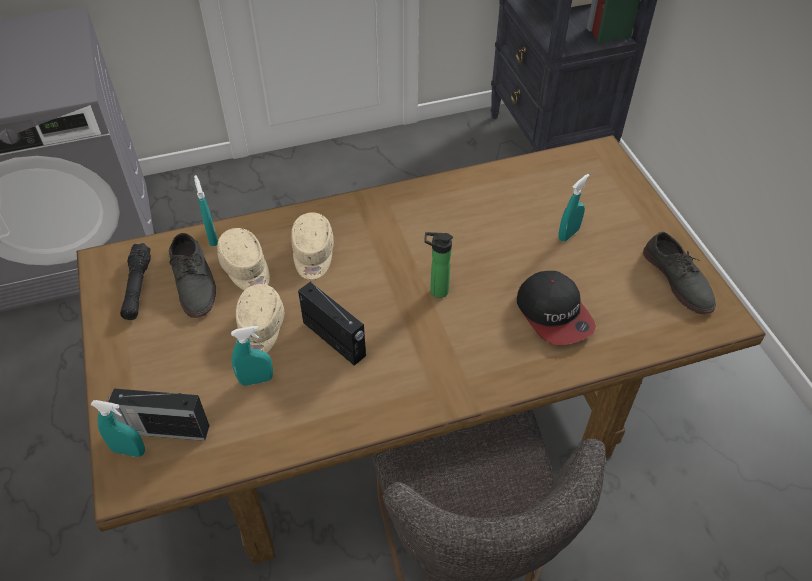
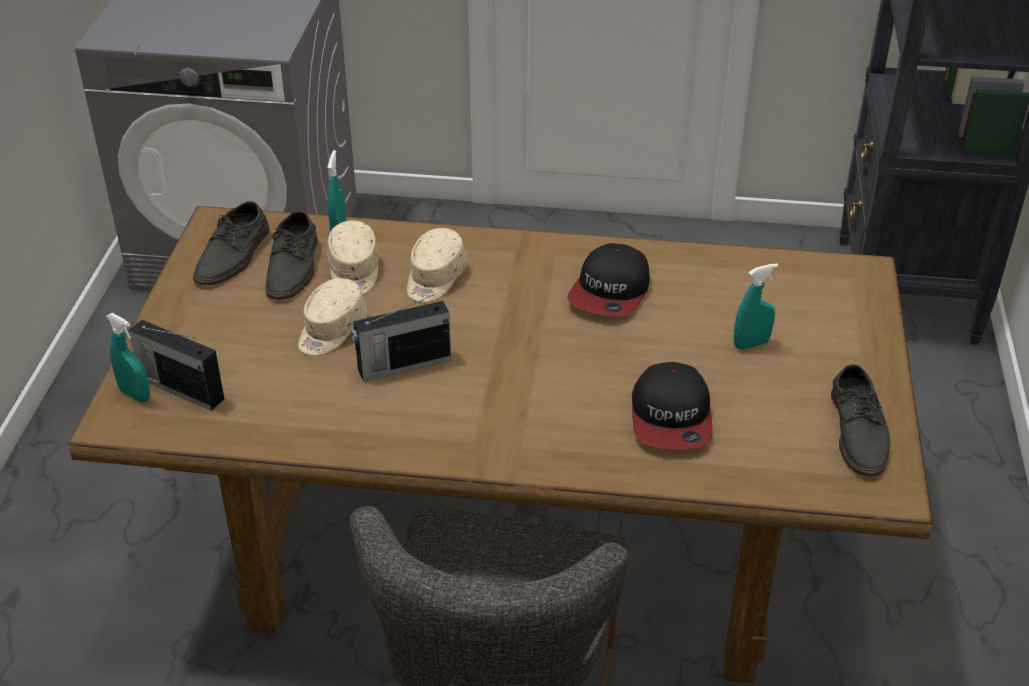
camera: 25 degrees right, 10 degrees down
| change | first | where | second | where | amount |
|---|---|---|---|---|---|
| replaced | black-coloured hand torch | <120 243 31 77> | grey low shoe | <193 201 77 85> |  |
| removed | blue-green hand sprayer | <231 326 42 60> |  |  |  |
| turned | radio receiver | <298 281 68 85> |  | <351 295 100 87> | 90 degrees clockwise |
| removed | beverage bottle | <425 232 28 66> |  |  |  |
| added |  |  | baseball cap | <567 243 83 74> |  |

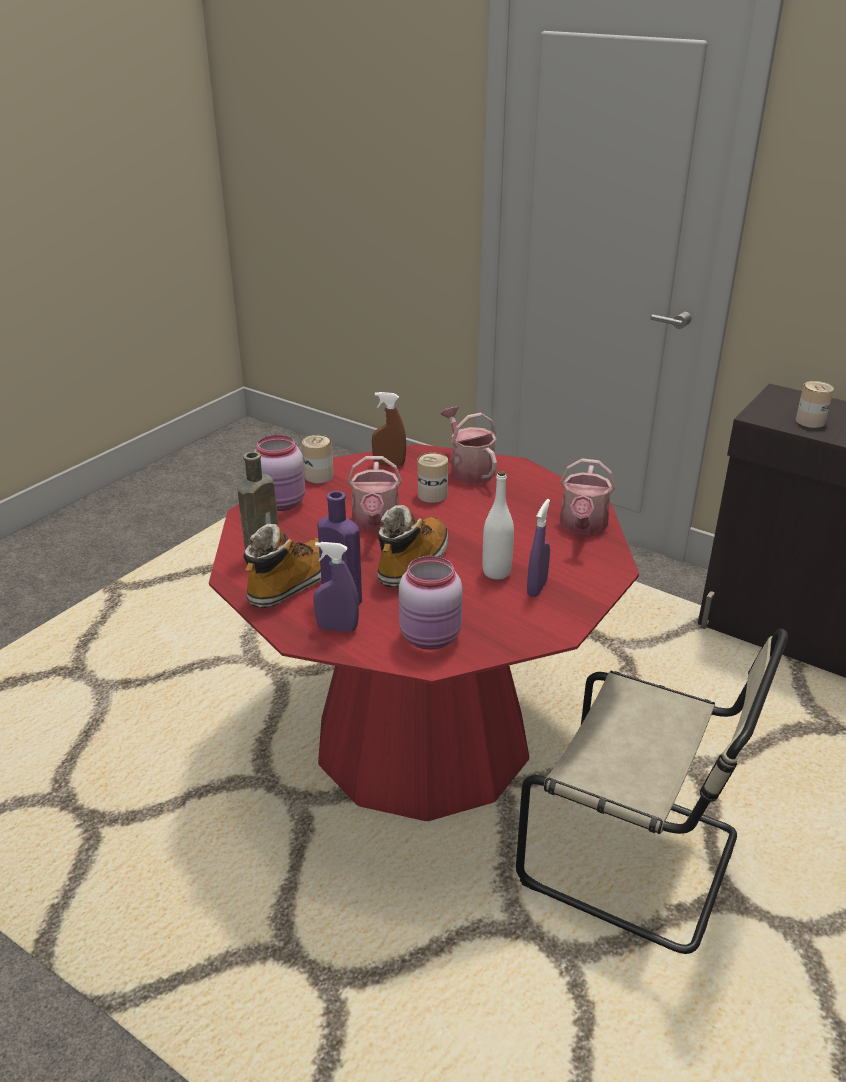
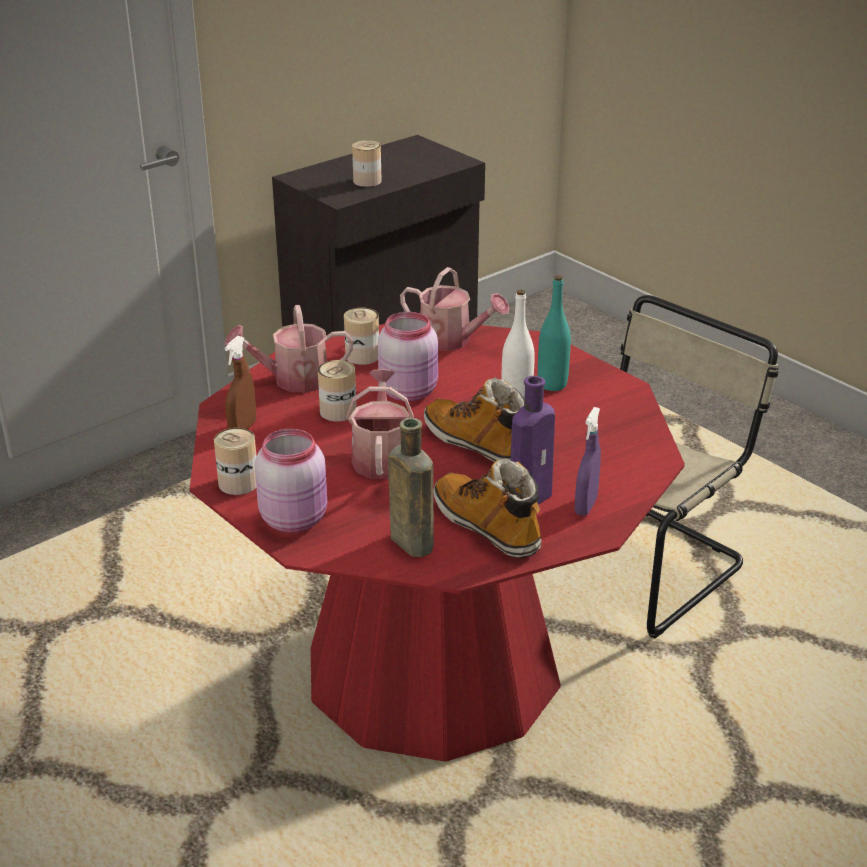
camera: 75 degrees left, 0 degrees up
| change | first | where | second | where | amount |
|---|---|---|---|---|---|
| turned | watering can | <348 456 54 75> |  | <346 369 68 110> | 105 degrees counterclockwise |
| moved | pink jar | <399 556 64 94> |  | <378 312 60 89> |  |
| replaced | purple-coloured hand sprayer | <527 499 23 98> | blue-green beverage bottle | <538 275 33 116> |  |
| added |  |  | can | <344 308 35 57> |  |

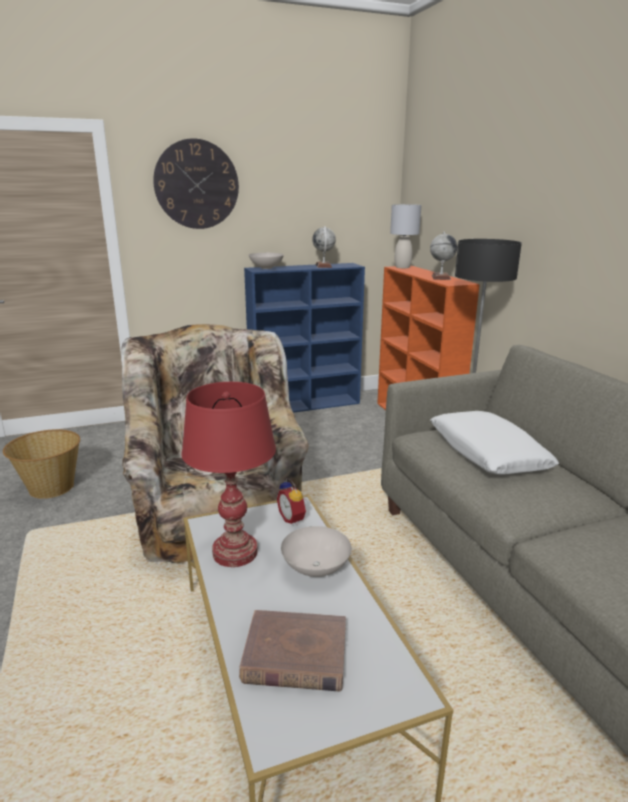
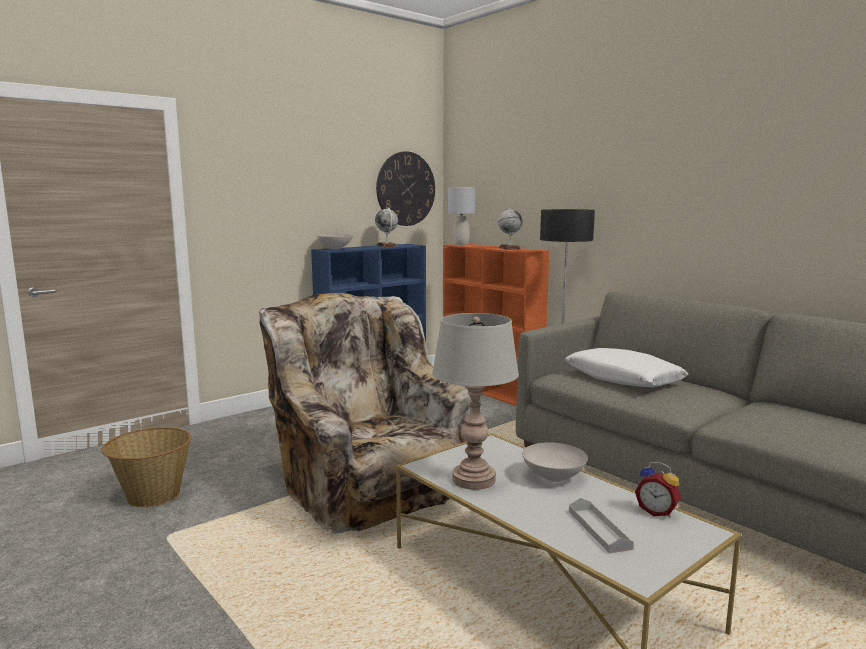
camera: 20 degrees left, 10 degrees down
| change | first | where | second | where | amount |
|---|---|---|---|---|---|
| moved | hanging clock | <153 138 86 91> |  | <376 151 59 75> |  |
| recoloured | reddish lamp for a table | <181 382 95 185> | grey lamp for a table | <432 313 87 177> |  |
| replaced | brownish book | <239 610 107 82> | grey tray | <569 498 65 56> |  |
| moved | bedside clock | <277 478 30 48> |  | <635 462 46 56> |  |

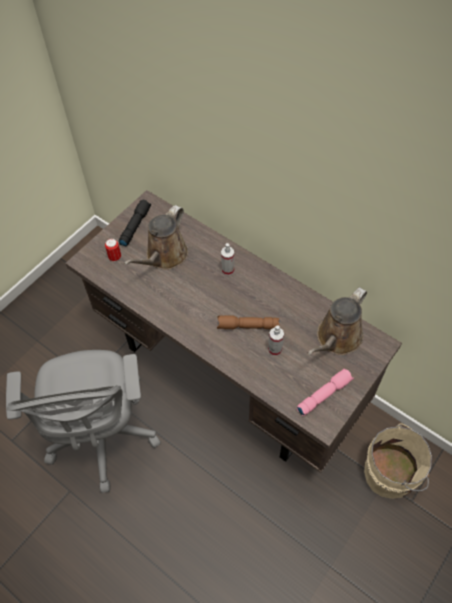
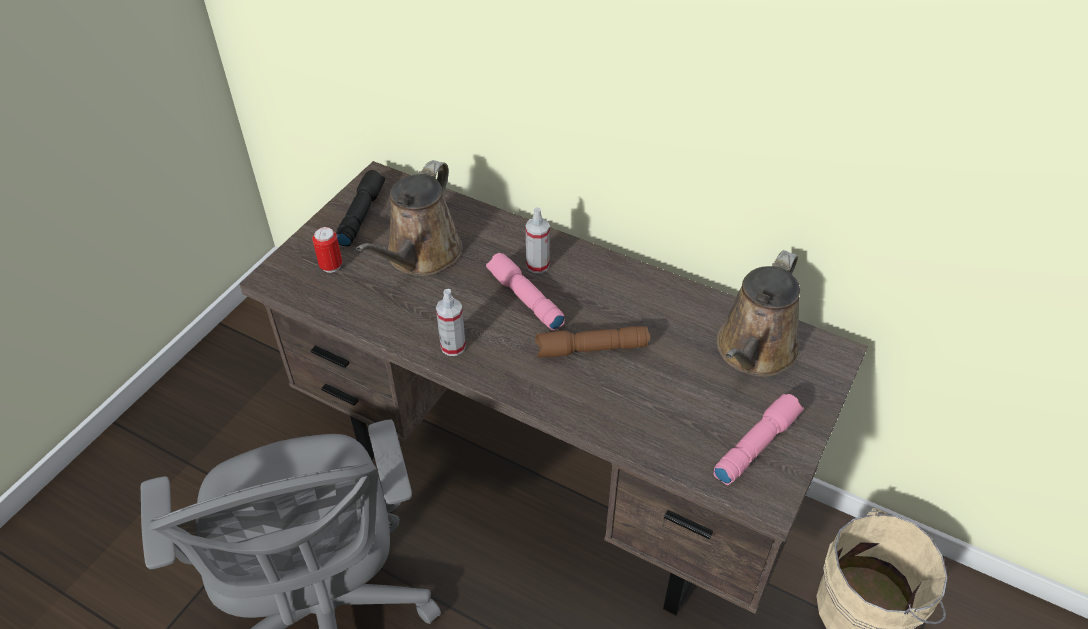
camera: 10 degrees left, 10 degrees down
| change | first | where | second | where | amount |
|---|---|---|---|---|---|
| moved | hand sprayer | <268 325 16 31> |  | <436 289 30 67> |  |
| added |  |  | pink hand torch | <486 253 79 78> |  |

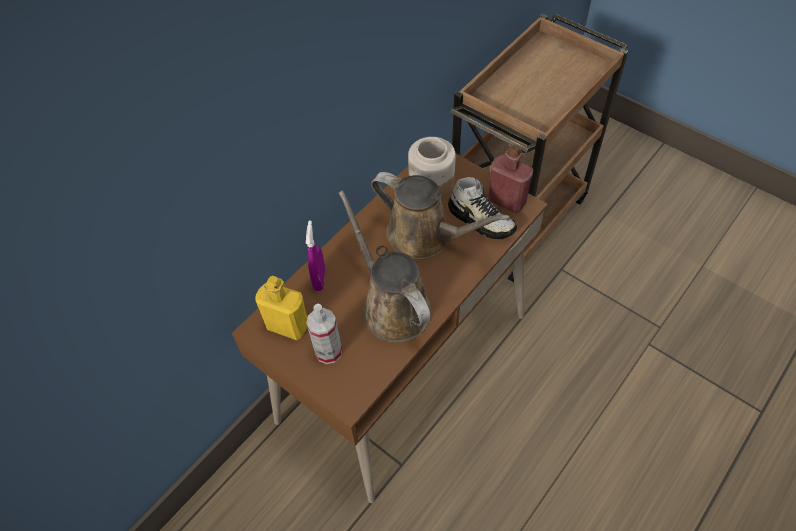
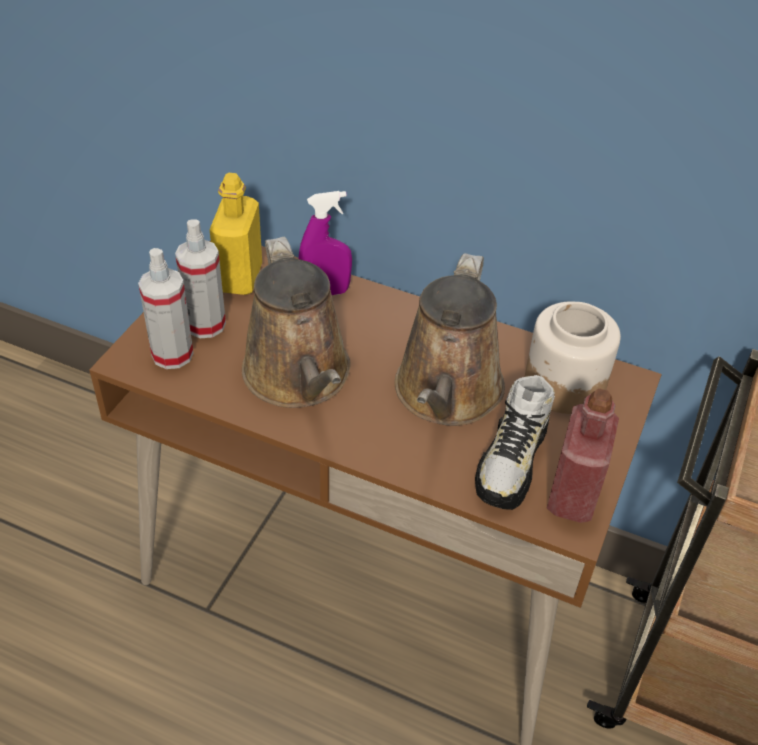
camera: 70 degrees right, 10 degrees down
| change | first | where | second | where | amount |
|---|---|---|---|---|---|
| turned | brownish watering can | <339 190 92 152> |  | <242 237 109 171> | 120 degrees clockwise |
| added |  |  | hand sprayer | <138 248 55 121> |  |

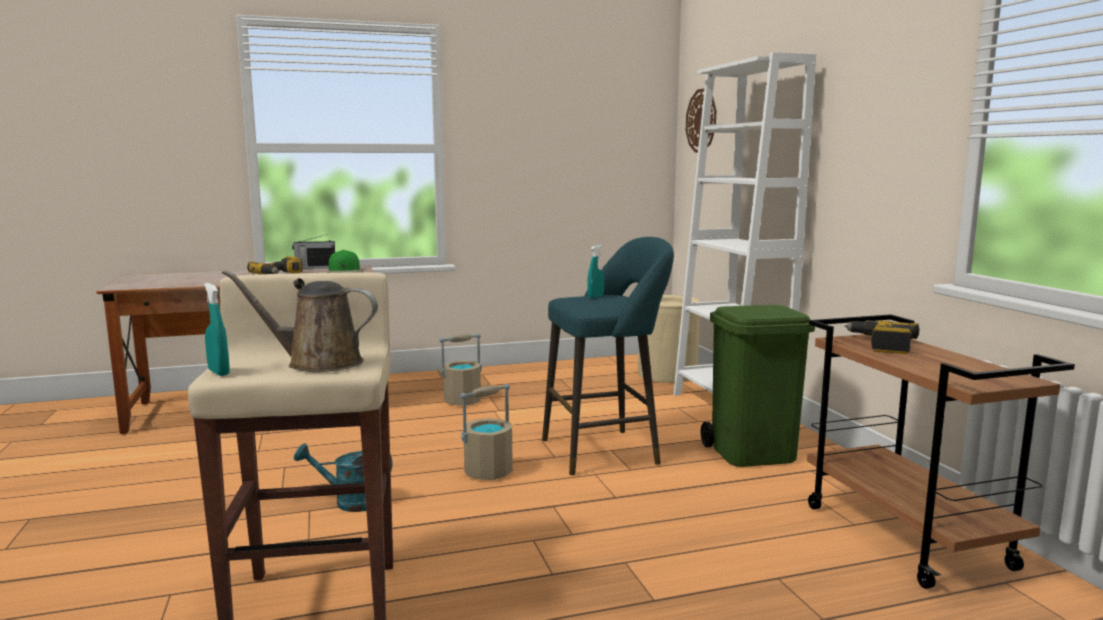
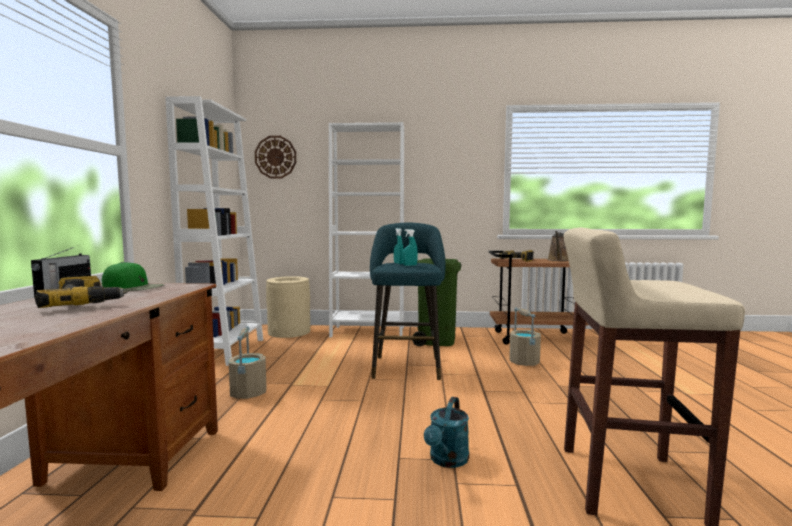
camera: 70 degrees left, 5 degrees down
| change | first | where | second | where | amount |
|---|---|---|---|---|---|
| moved | blue-green hand sprayer | <204 283 26 93> |  | <403 229 15 37> |  |
| moved | brownish watering can | <222 270 156 102> |  | <547 231 22 30> |  |
| moved | beige-coloured water bucket | <460 384 53 96> |  | <509 308 32 58> |  |
| added |  |  | white bookshelf | <165 96 98 270> |  |

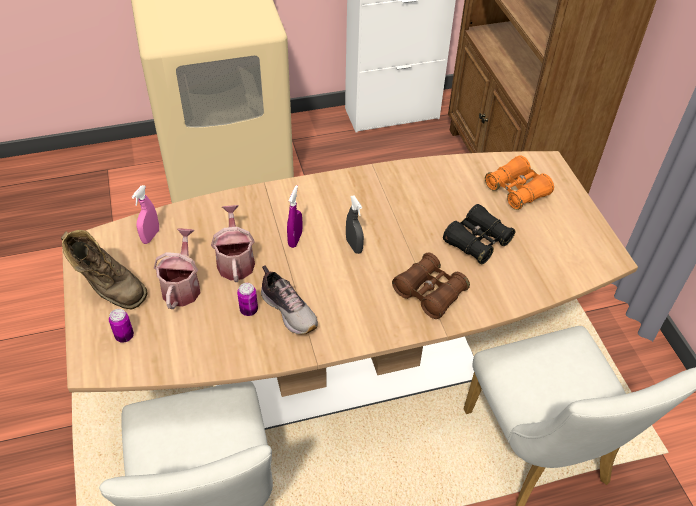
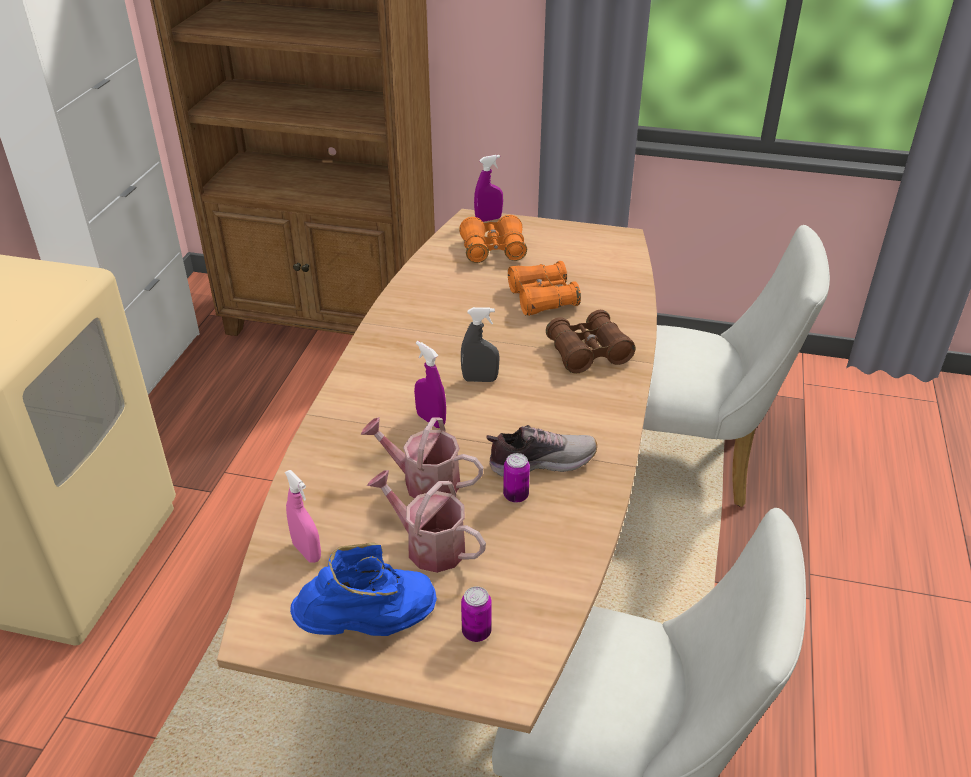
camera: 60 degrees left, 10 degrees down
| change | first | where | second | where | amount |
|---|---|---|---|---|---|
| recoloured | brownish tall boot | <61 230 87 79> | blue tall boot | <290 542 147 94> |  |
| recoloured | black-coloured pair of binoculars | <443 204 72 60> | orange-coloured pair of binoculars | <508 261 73 55> |  |
| added |  |  | purple-coloured hand sprayer | <474 155 29 67> |  |

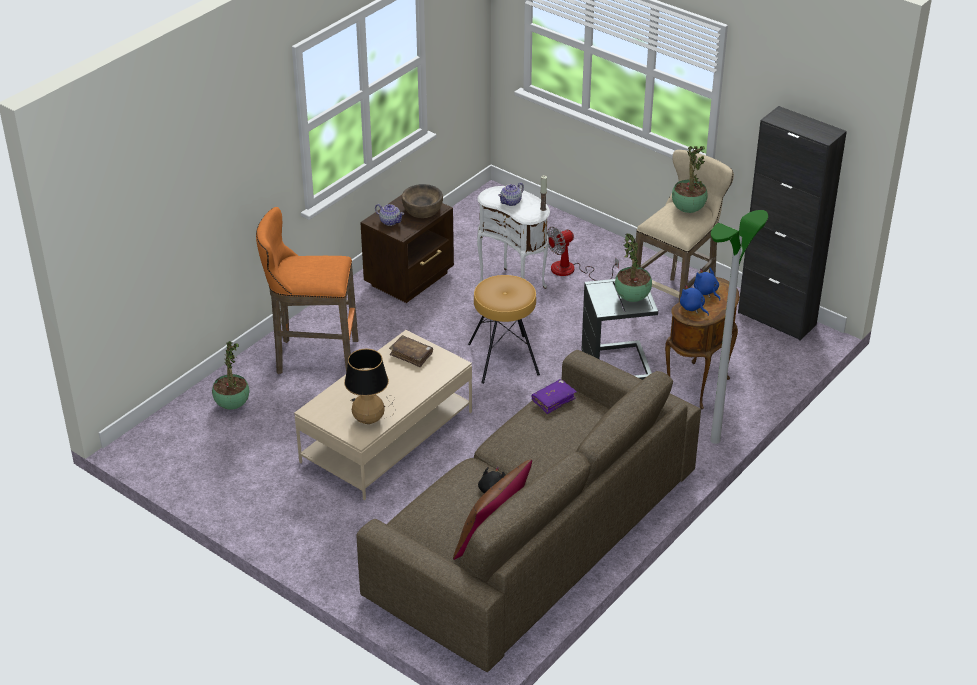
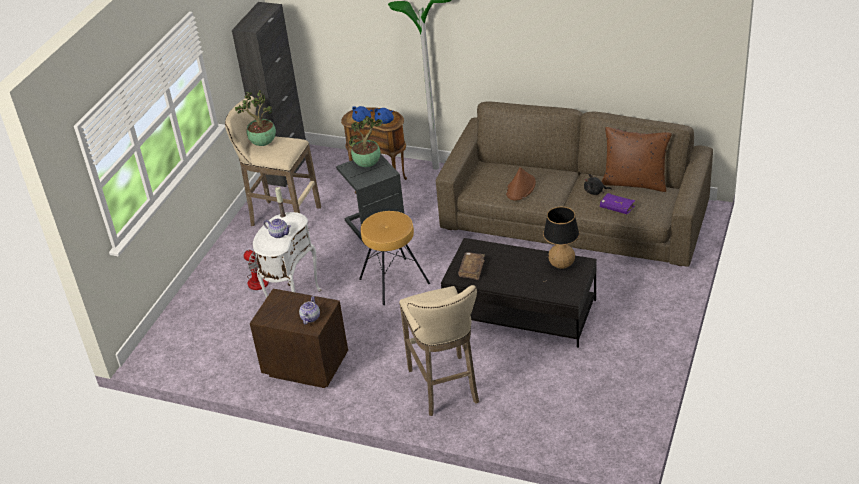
camera: 105 degrees left, 0 degrees up
| change | first | where | second | where | amount |
|---|---|---|---|---|---|
| removed | potted plant | <212 341 37 69> |  |  |  |
| recoloured | orange-coloured stool seat | <256 207 102 167> | beige-coloured stool seat | <399 285 80 131> |  |
| recoloured | beige-coloured low table | <294 330 178 170> | black-coloured low table | <441 238 156 110> |  |
| removed | brownish serving bowl | <402 184 41 34> |  |  |  |
| moved | purple-coloured book | <532 379 45 35> |  | <600 193 35 21> |  |
| added |  |  | brownish wearable hat | <506 167 30 34> |  |

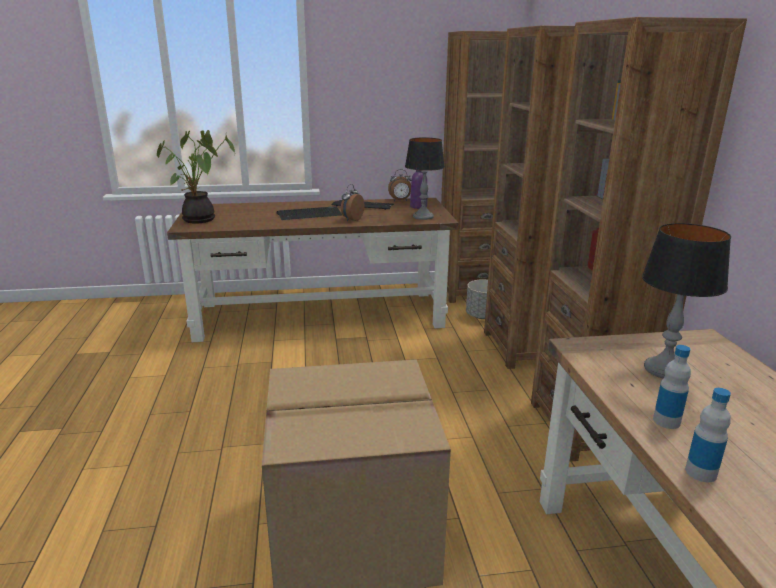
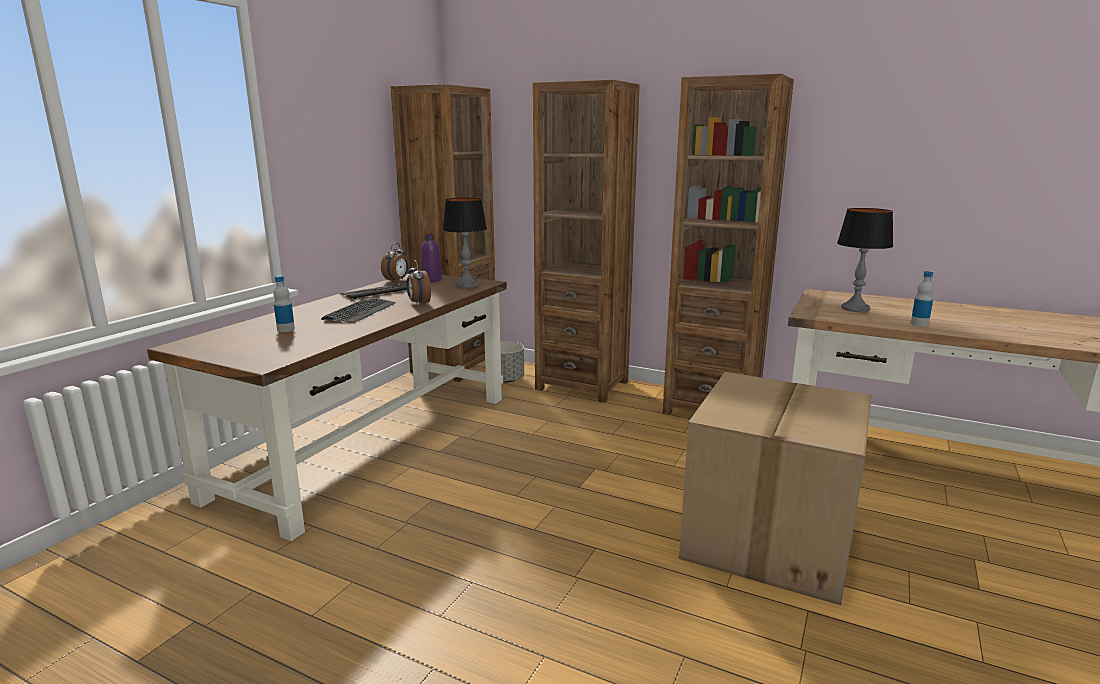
camera: 55 degrees left, 5 degrees down
| change | first | where | second | where | amount |
|---|---|---|---|---|---|
| removed | potted plant | <157 130 78 94> |  |  |  |
| moved | beverage bottle | <685 388 46 94> |  | <273 275 22 57> |  |

